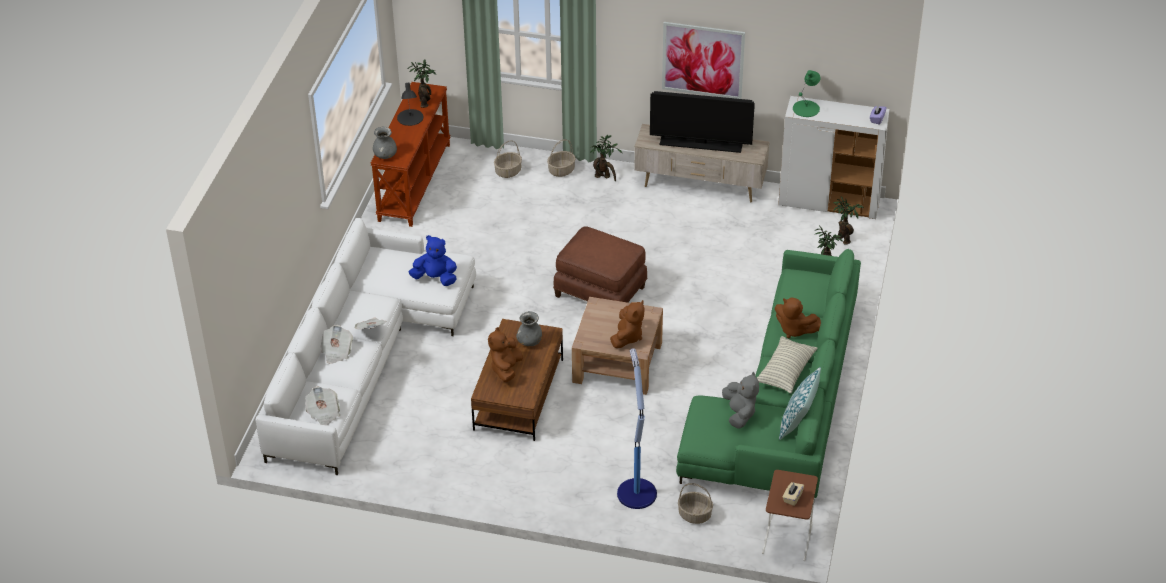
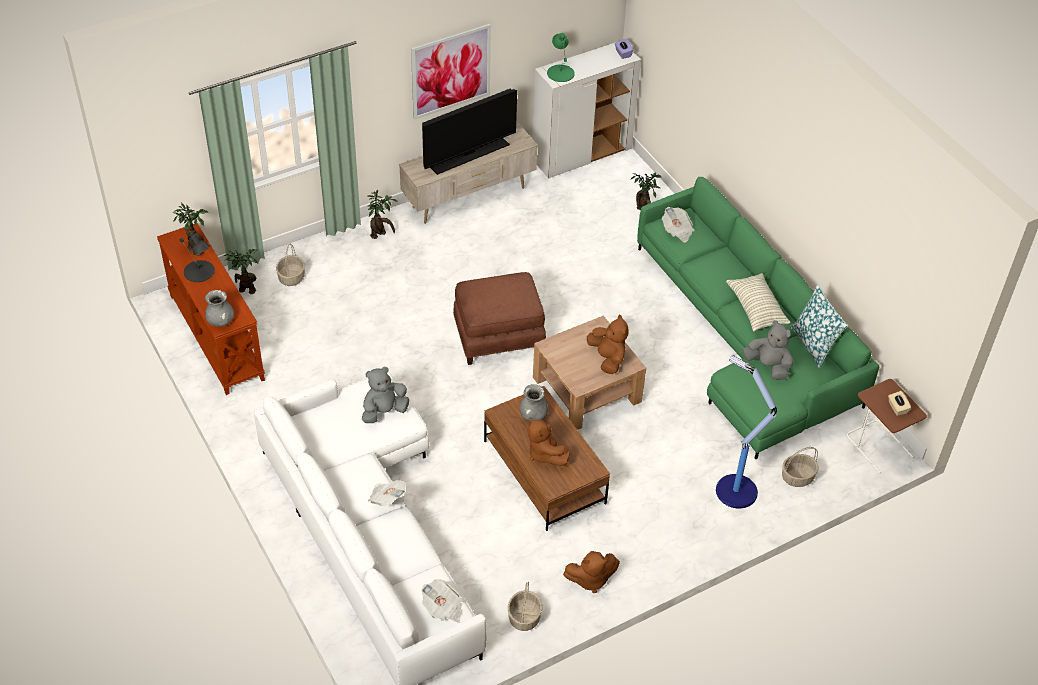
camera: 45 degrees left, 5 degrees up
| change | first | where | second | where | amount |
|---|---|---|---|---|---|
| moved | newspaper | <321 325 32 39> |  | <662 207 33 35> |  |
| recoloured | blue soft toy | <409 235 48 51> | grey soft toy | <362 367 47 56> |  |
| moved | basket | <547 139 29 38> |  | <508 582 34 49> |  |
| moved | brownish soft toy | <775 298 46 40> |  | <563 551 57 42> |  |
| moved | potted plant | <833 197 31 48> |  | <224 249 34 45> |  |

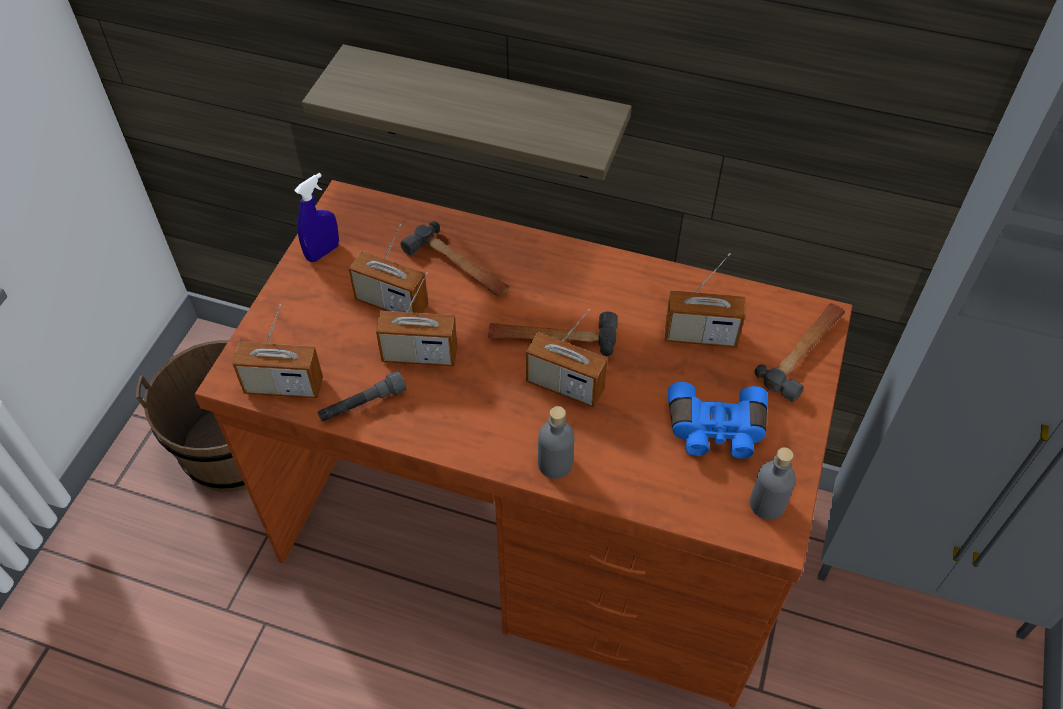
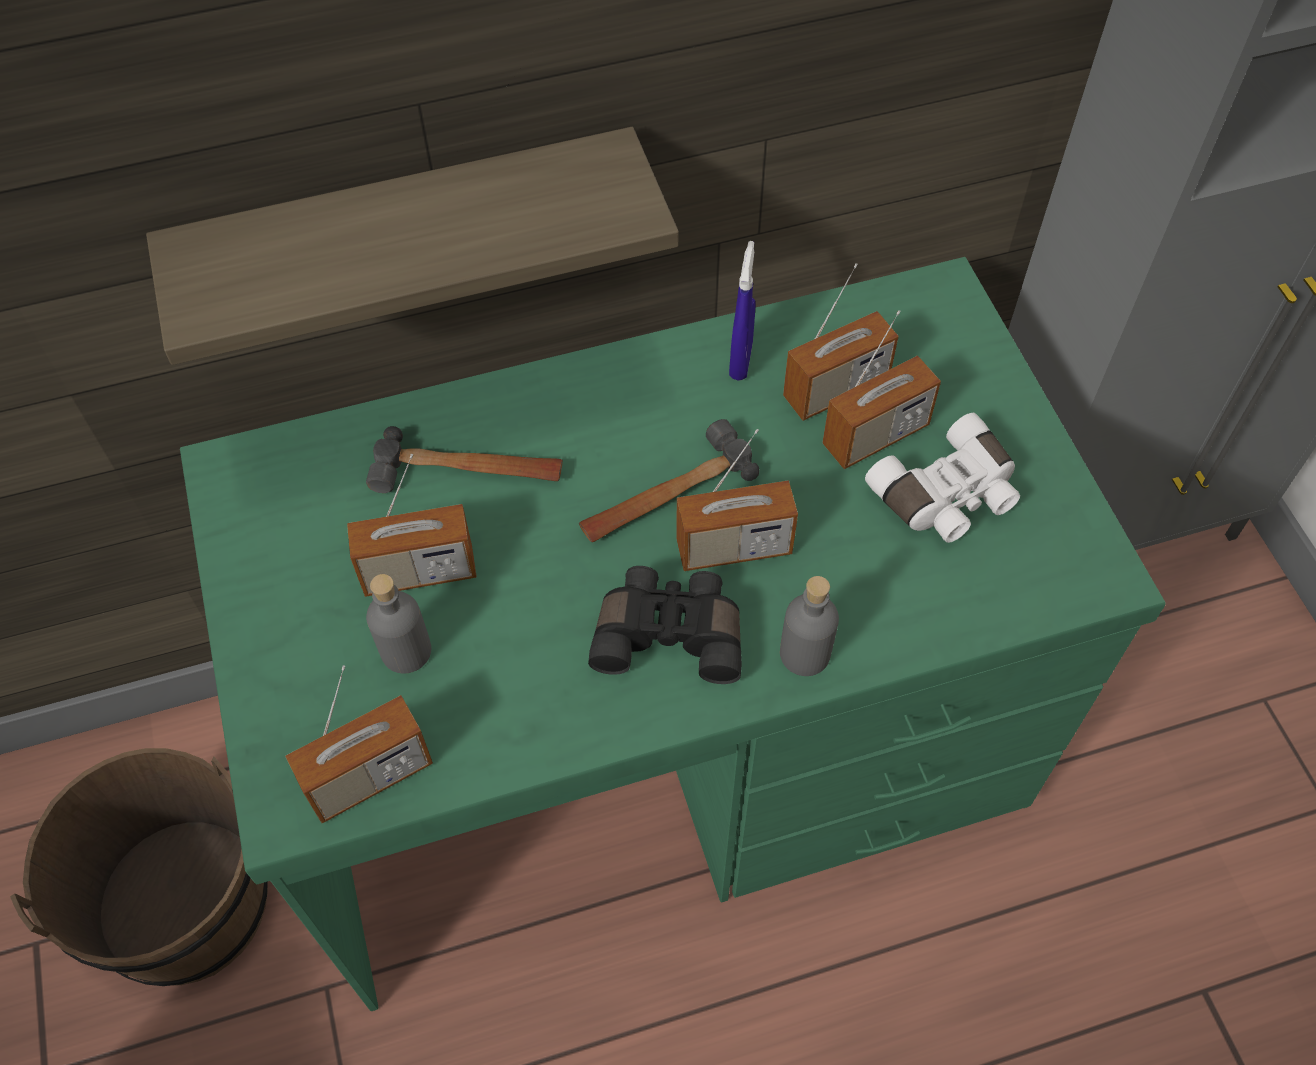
camera: 35 degrees left, 5 degrees up
| change | first | where | second | where | amount |
|---|---|---|---|---|---|
| recoloured | brownish desk | <195 180 658 528> | green-coloured desk | <180 257 986 754> |  |
| moved | blue hand sprayer | <294 173 45 89> |  | <729 241 27 140> |  |
| removed | grey hand torch | <318 371 89 51> |  |  |  |
| moved | radio receiver | <376 272 81 94> |  | <822 310 119 159> |  |
| recoloured | blue pair of binoculars | <668 382 100 77> | white pair of binoculars | <865 413 155 130> |  |
| moved | grey beverage bottle | <750 447 46 73> |  | <366 574 65 99> |  |
| removed | hammer | <755 303 90 99> |  |  |  |
| added |  |  | black-coloured pair of binoculars | <588 566 154 118> |  |

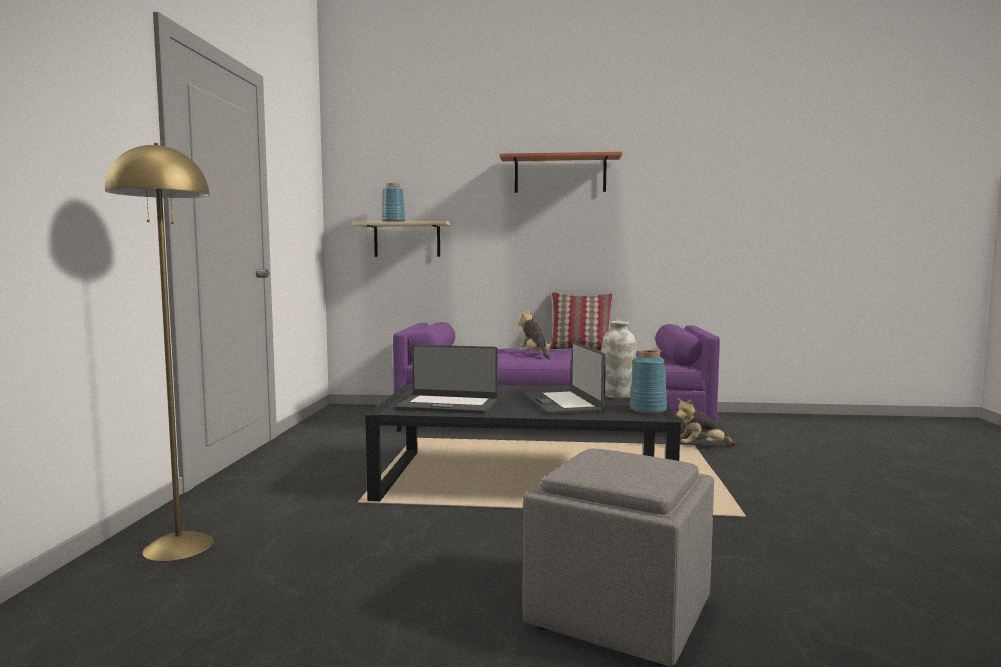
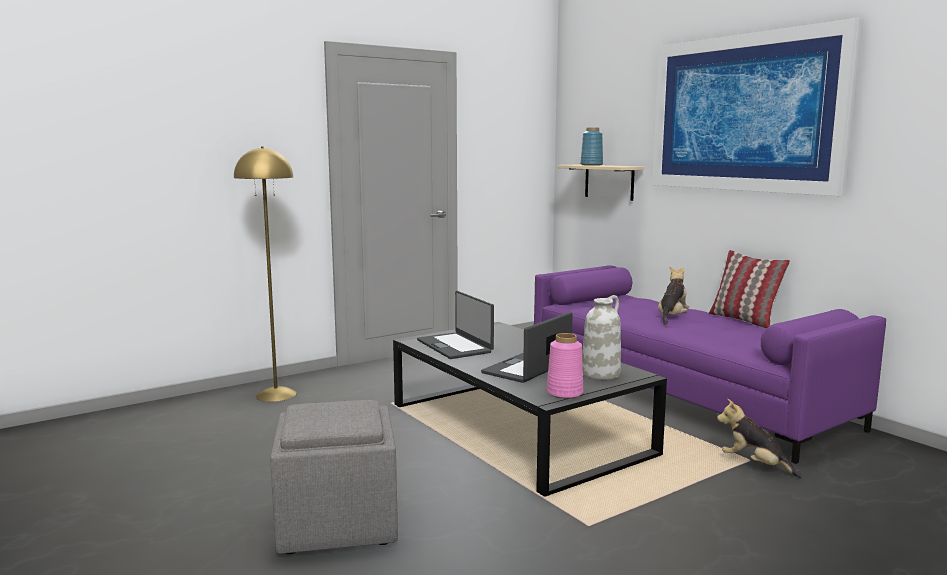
camera: 50 degrees right, 5 degrees up
| change | first | where | second | where | amount |
|---|---|---|---|---|---|
| replaced | bracket shelf | <499 151 123 42> | wall art | <652 18 211 178> |  |
| recoloured | blue vase | <630 350 37 64> | pink vase | <547 333 36 66> |  |

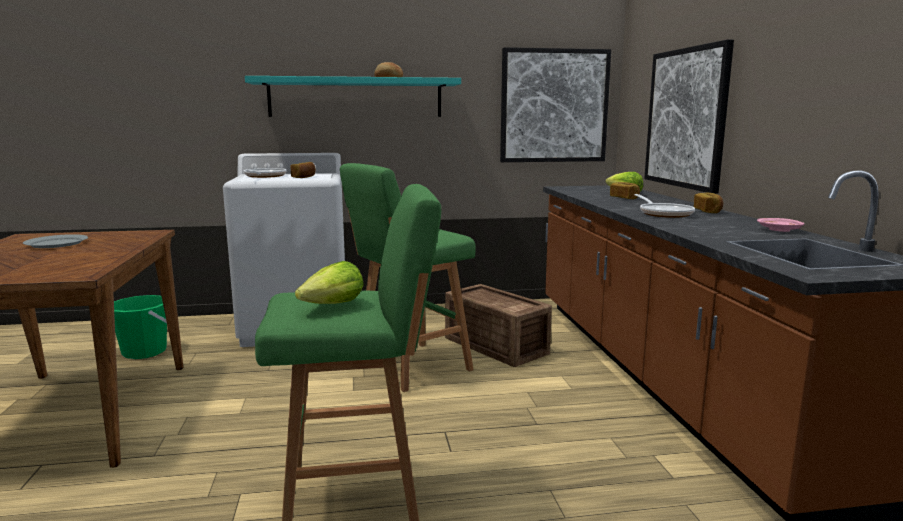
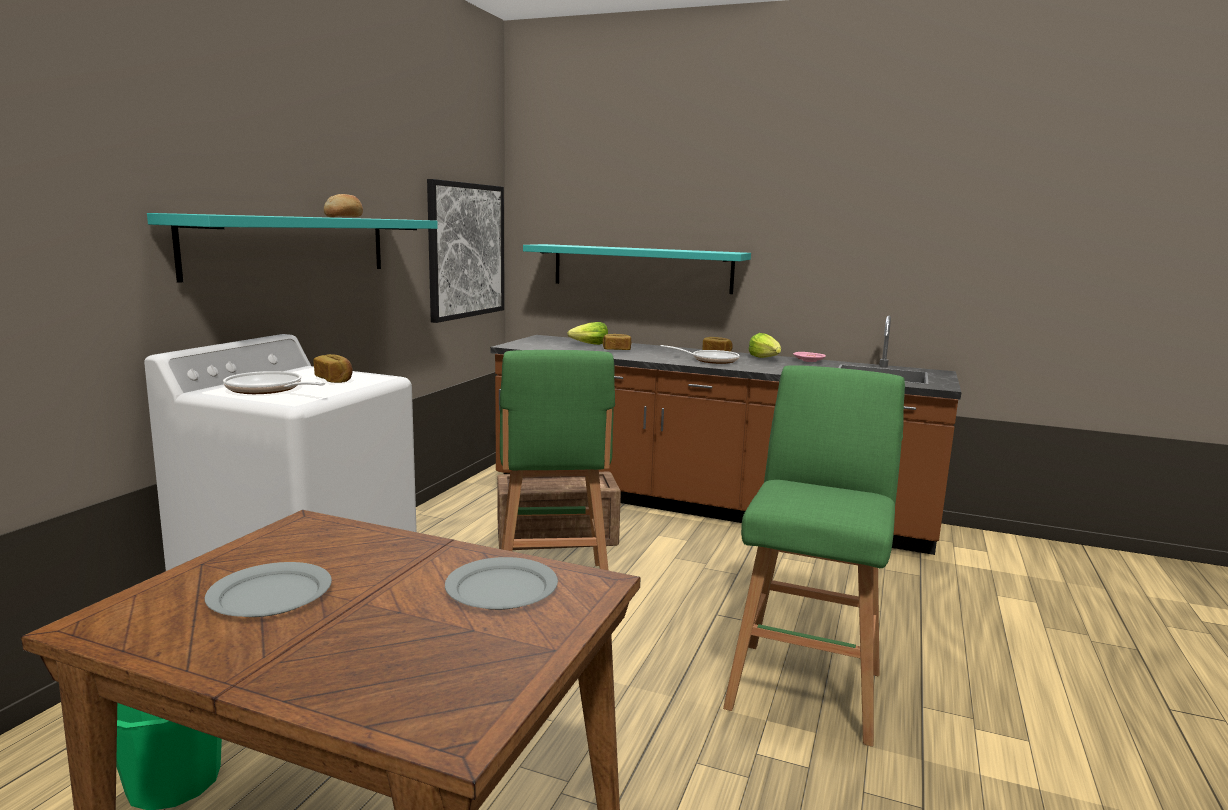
camera: 60 degrees left, 0 degrees up
| change | first | where | second | where | amount |
|---|---|---|---|---|---|
| moved | lettuce | <295 261 69 43> |  | <749 333 32 25> |  |
| replaced | wall art | <644 40 90 154> | blue-green bracket shelf | <523 244 228 50> |  |
| added |  |  | grey plate | <445 557 113 53> |  |

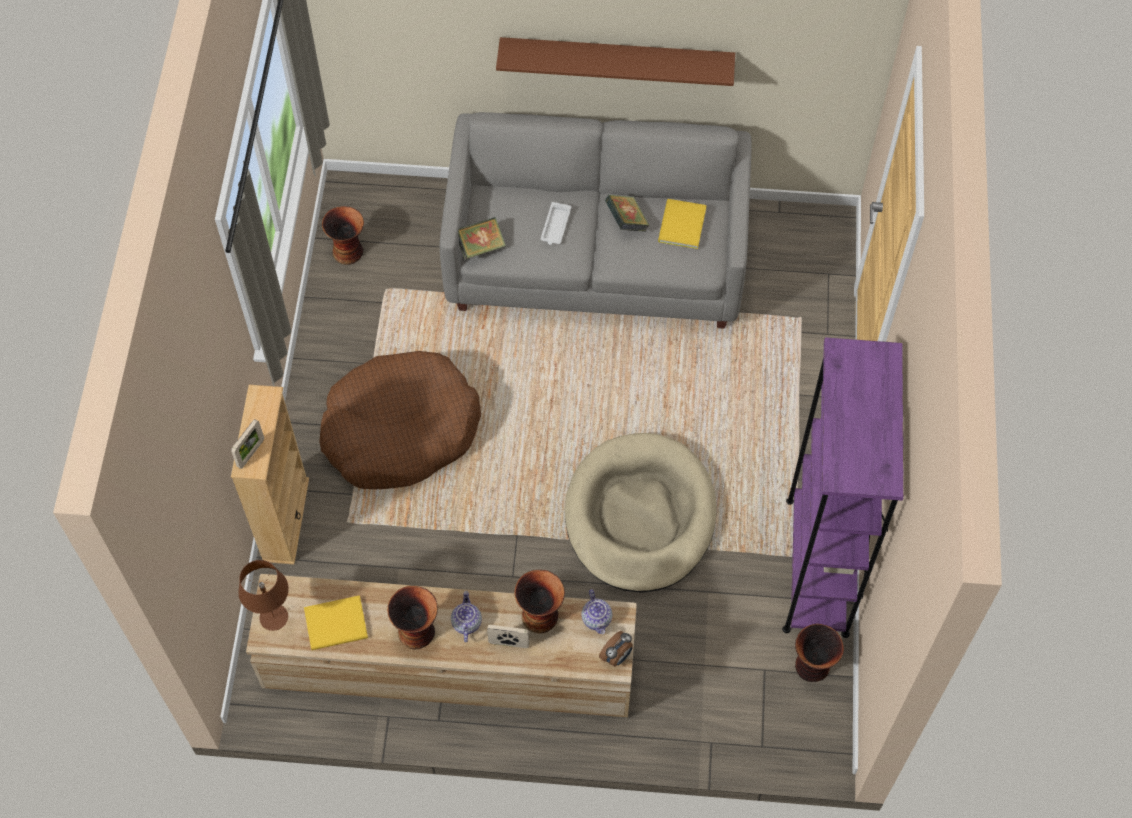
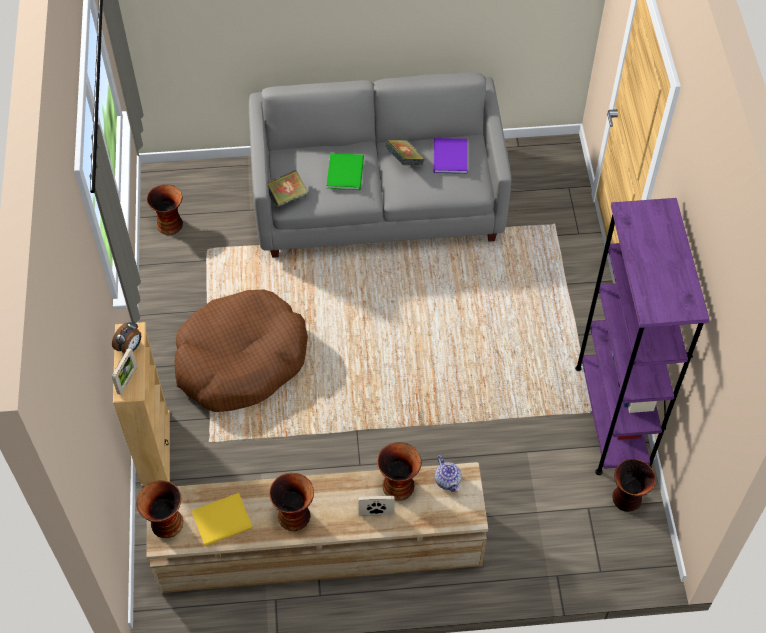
camera: 10 degrees left, 5 degrees down
| change | first | where | second | where | amount |
|---|---|---|---|---|---|
| replaced | brownish lamp for a table | <238 560 51 71> | vase | <136 480 47 58> |  |
| removed | tea pot | <451 591 31 51> |  |  |  |
| removed | brownish bracket shelf | <496 37 239 49> |  |  |  |
| replaced | white tray | <541 202 30 43> | green-coloured book | <327 153 37 37> |  |
| removed | beige-coloured dog cushion | <565 433 152 159> |  |  |  |
| moved | bedside clock | <599 631 34 35> |  | <112 321 29 32> |  |
| recoloured | yellowish book | <658 199 49 50> | purple-coloured book | <434 138 34 36> |  |

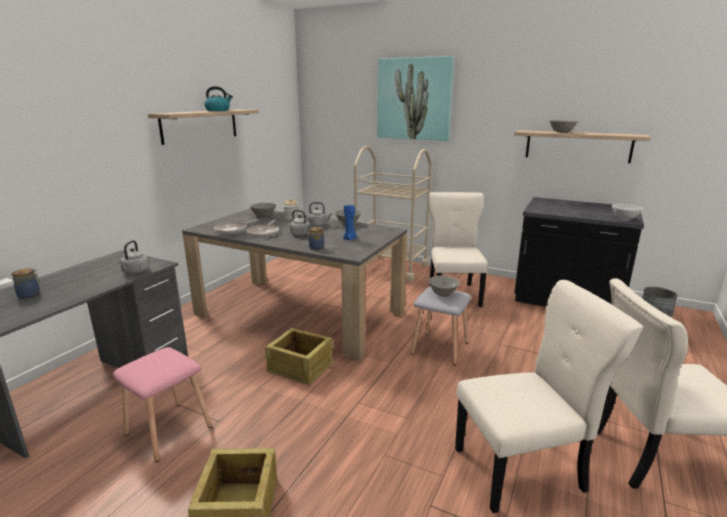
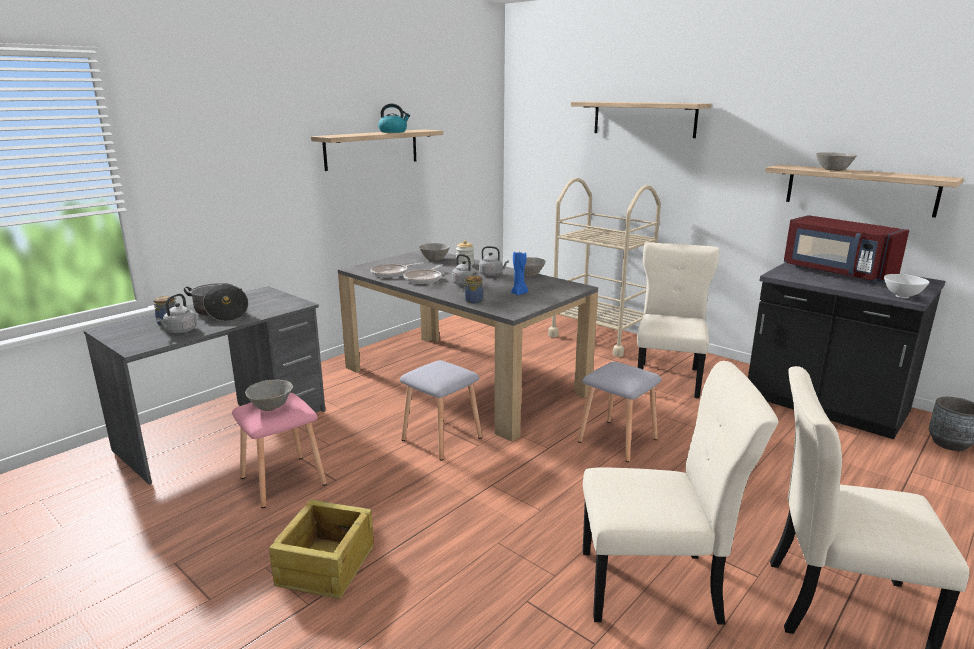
camera: 15 degrees right, 0 degrees up
| change | first | where | second | where | amount |
|---|---|---|---|---|---|
| moved | grey water kettle | <118 240 31 34> |  | <156 294 41 39> |  |
| replaced | packing crate | <265 328 68 57> | grey stool seat | <400 360 82 101> |  |
| replaced | wall art | <377 56 77 85> | bracket shelf | <571 102 140 36> |  |
| moved | grey serving bowl | <428 275 32 22> |  | <245 379 48 32> |  |
| added |  |  | stockpot | <184 283 65 38> |  |
| added |  |  | reddish microwave | <784 215 125 68> |  |

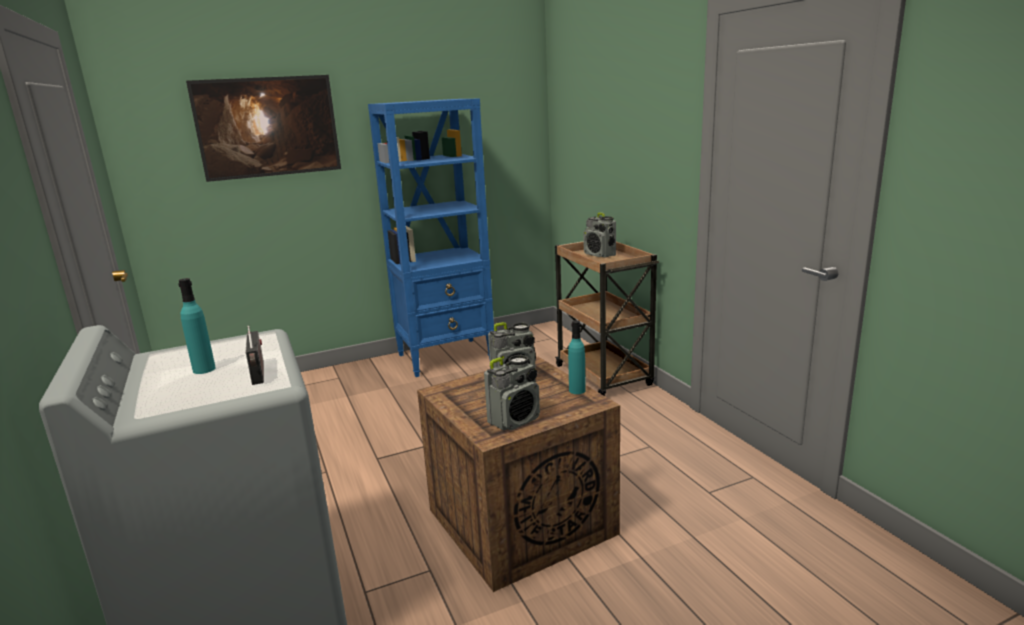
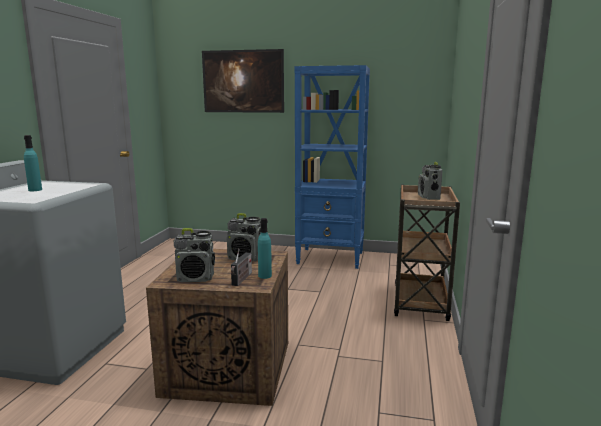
camera: 35 degrees right, 5 degrees down
| change | first | where | second | where | amount |
|---|---|---|---|---|---|
| moved | radio receiver | <246 326 18 59> |  | <231 249 21 37> |  |

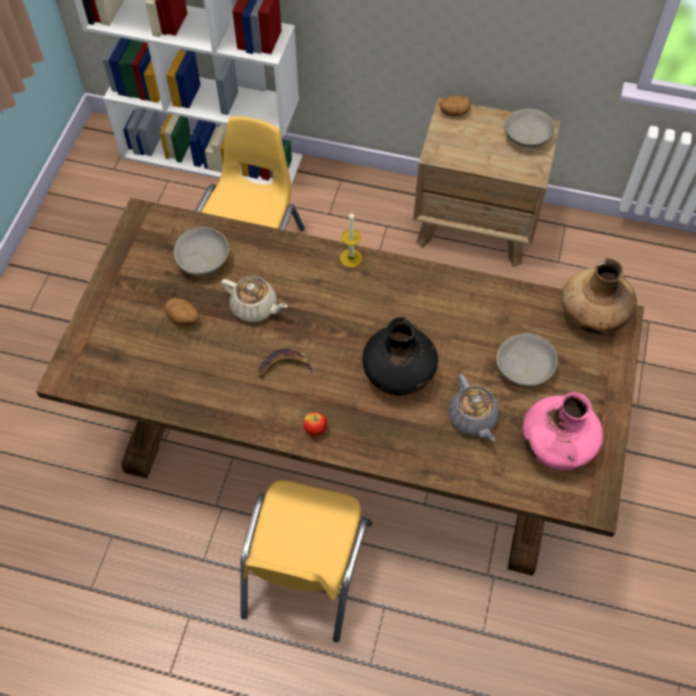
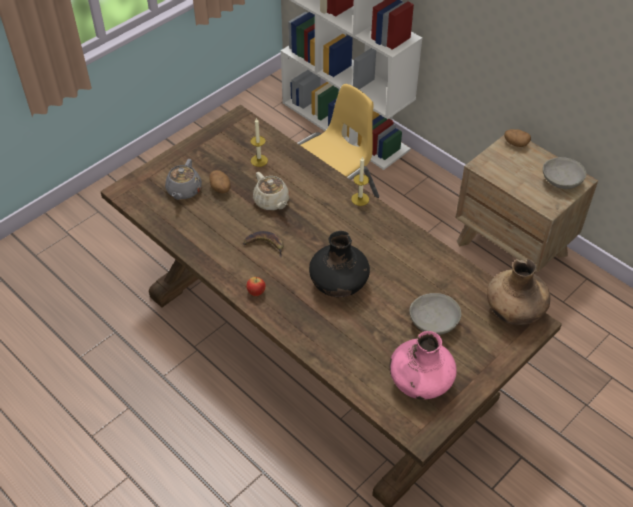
camera: 30 degrees right, 10 degrees down
| change | first | where | second | where | amount |
|---|---|---|---|---|---|
| replaced | grey serving bowl | <174 227 55 49> | wax light | <251 117 17 50> |  |
| removed | yellowish chair | <240 481 132 162> |  |  |  |
| moved | grey tea pot | <448 374 51 67> |  | <165 159 37 41> |  |

